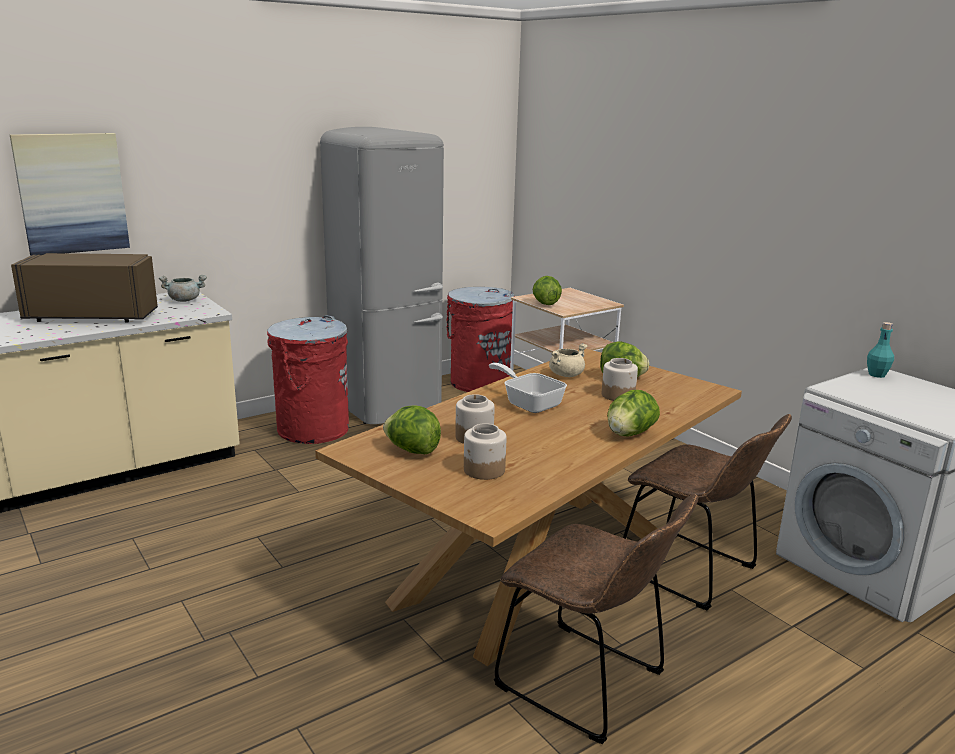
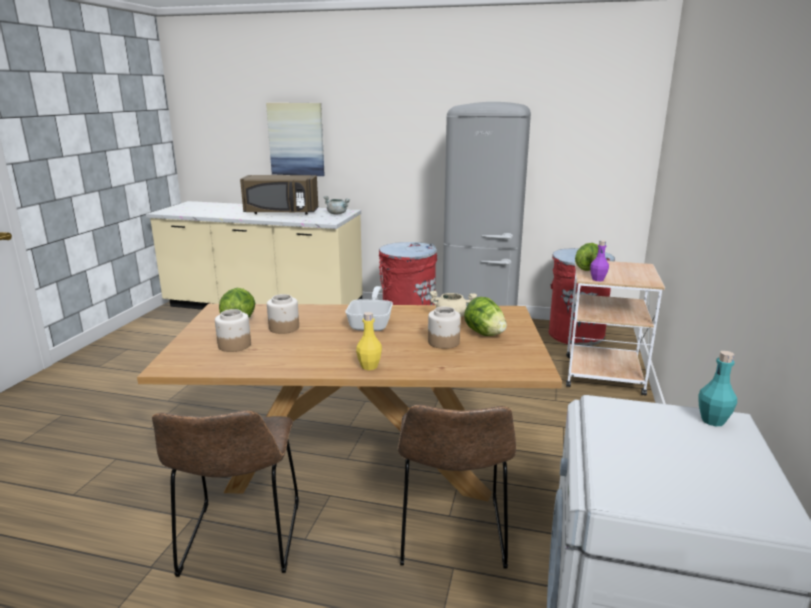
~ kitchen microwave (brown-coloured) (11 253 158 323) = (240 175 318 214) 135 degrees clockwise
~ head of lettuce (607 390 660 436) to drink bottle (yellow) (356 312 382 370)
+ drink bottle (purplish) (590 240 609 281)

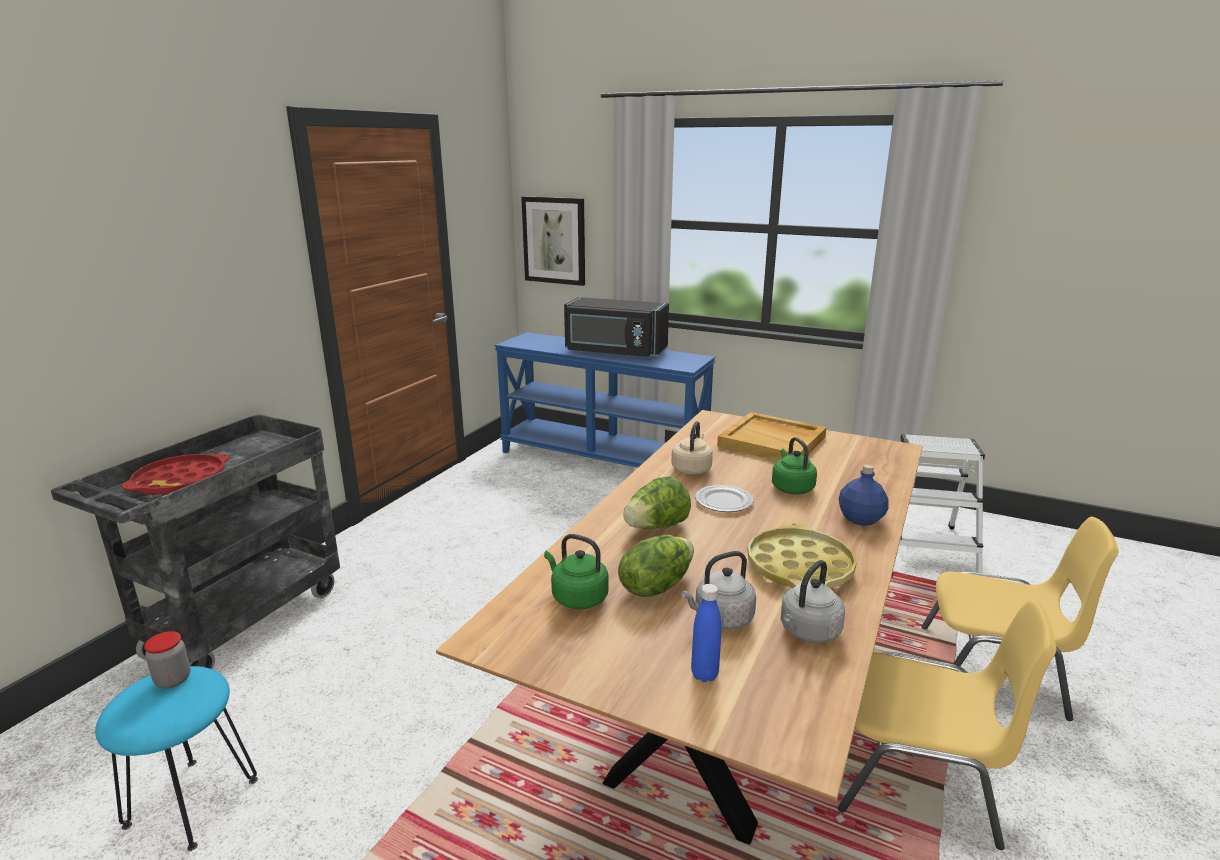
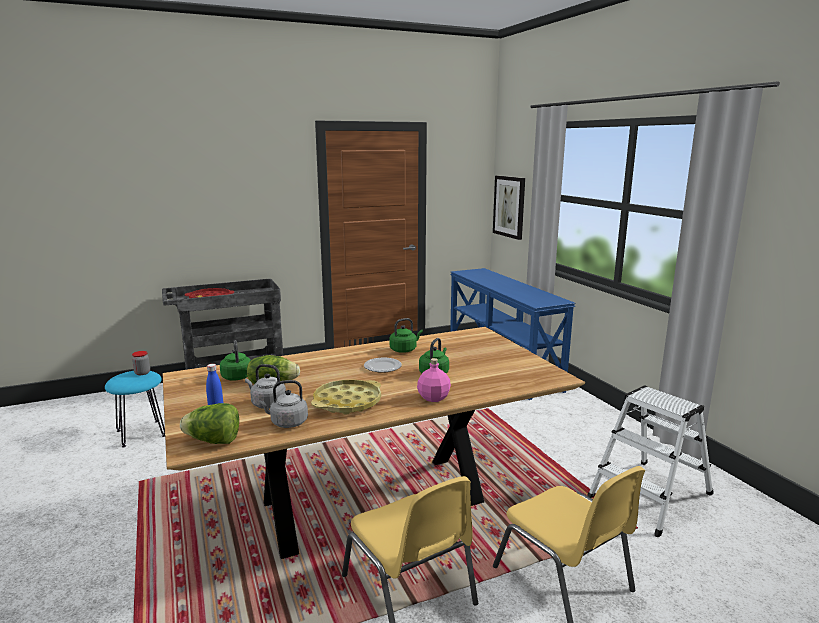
- kitchen microwave (blackish) (564 297 669 358)
- carrying tray (beige-coloured) (717 412 827 461)
~ tea kettle (beige-coloured) (671 421 713 475) to tea kettle (green-coloured) (389 318 423 353)
~ drink bottle (bluish) (839 464 889 526) to drink bottle (pink-coloured) (417 358 451 402)
~ head of lettuce (623 477 691 529) to (180 403 239 444)

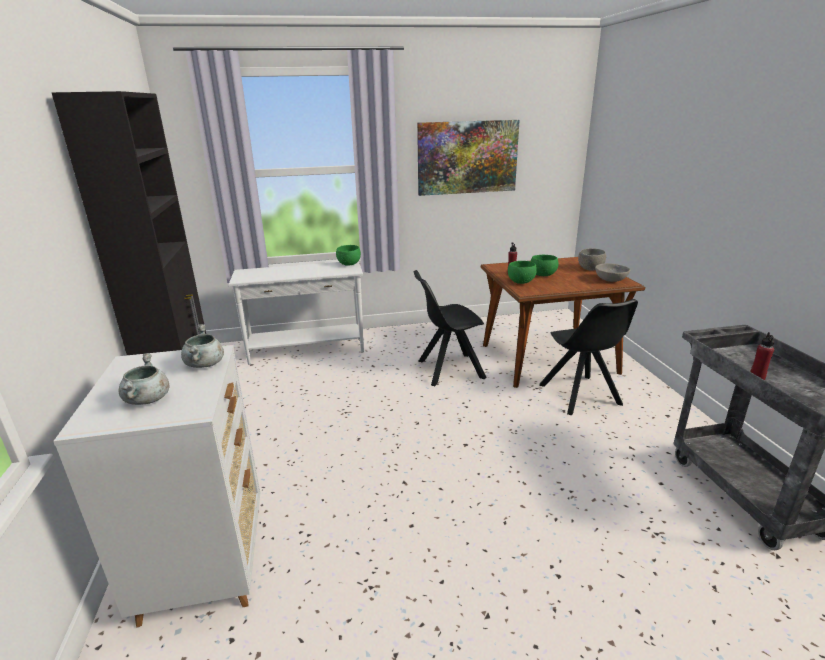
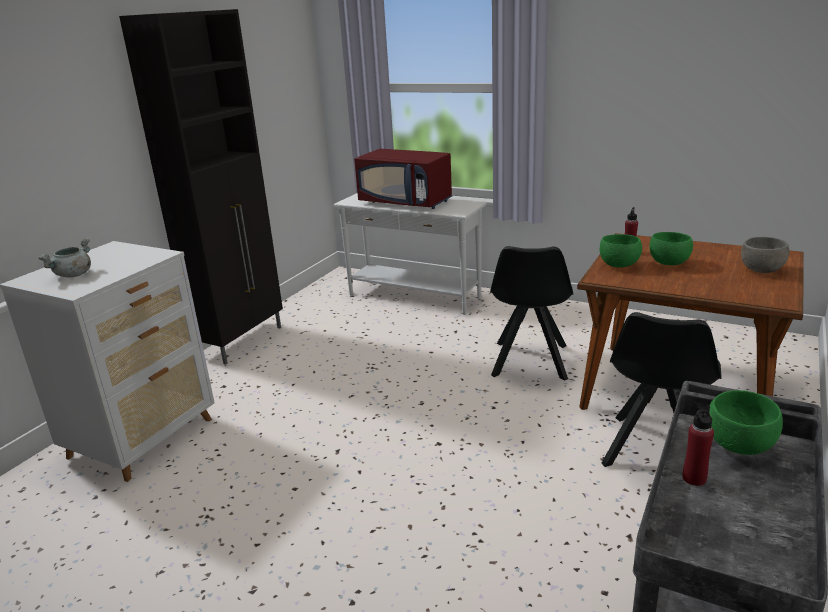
- wall art (417 120 520 196)
~ bowl (green-coloured) (336 245 361 266) to (709 390 783 455)
- bowl (greyish) (595 263 630 282)
~ plain chair (blackish) (414 270 487 386) = (490 246 573 381) 105 degrees counterclockwise
- cooking pot (greyish) (181 324 224 368)
+ kitchen microwave (reddish) (354 149 452 209)

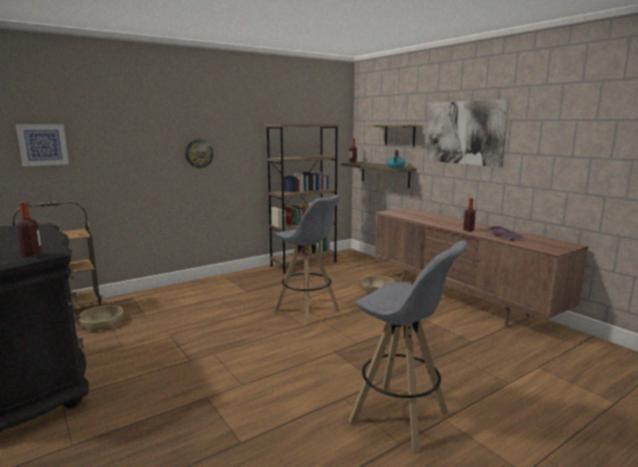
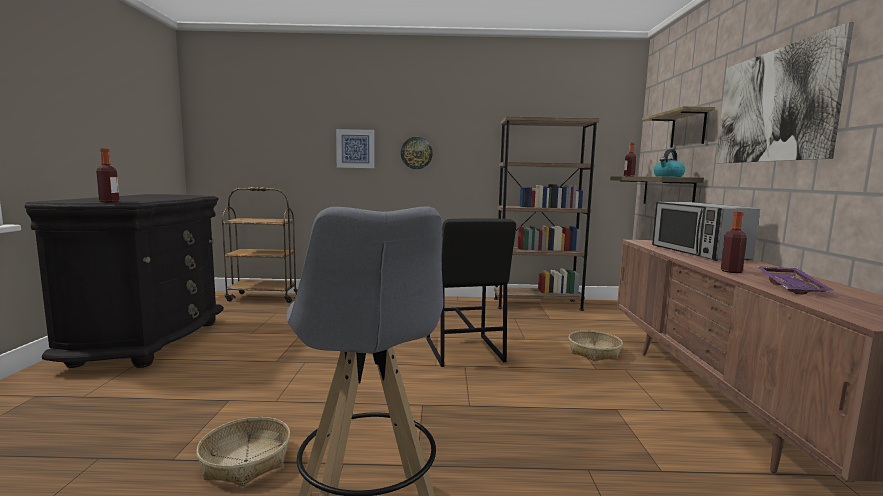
~ wall art (16 124 69 166) to (336 129 374 168)
~ sitting stool (greyish) (274 195 340 325) to plain chair (blackish) (427 218 516 367)
~ storage basket (79 305 123 332) to (196 417 290 486)
+ kitchen microwave (652 202 760 261)

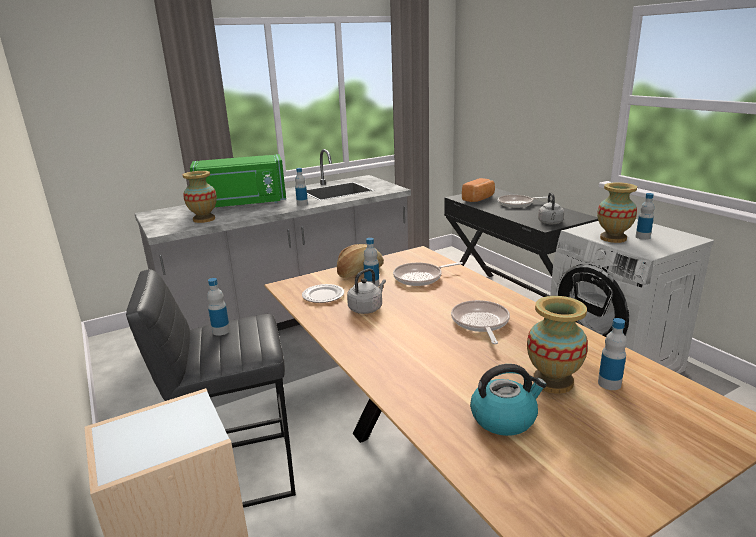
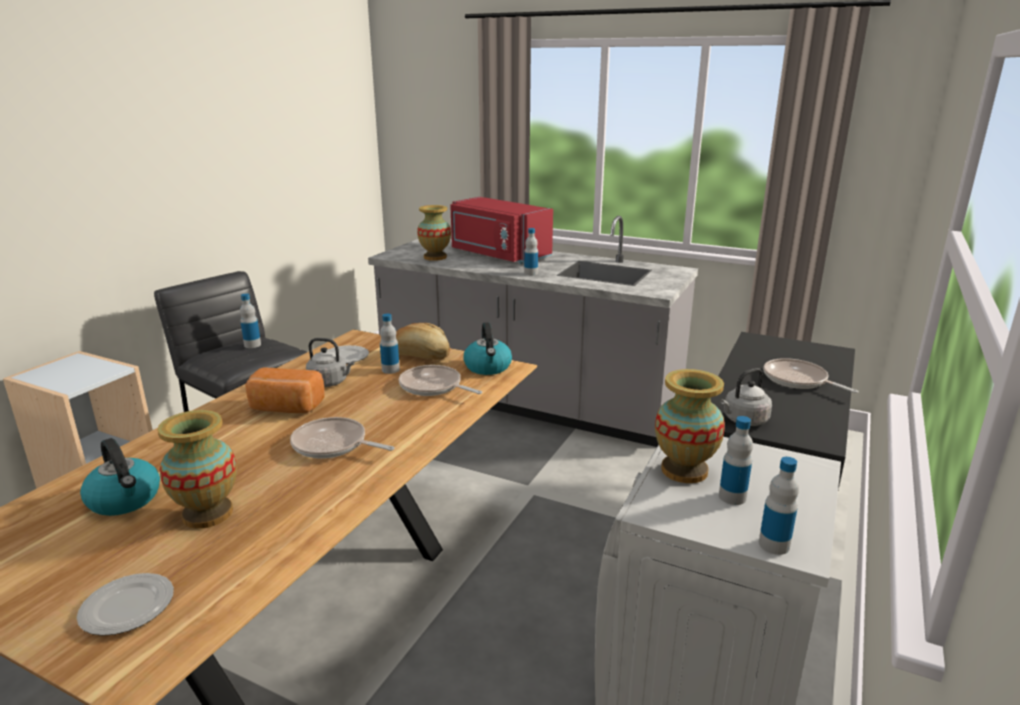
~ kitchen microwave (green-coloured) (190 154 286 207) to kitchen microwave (reddish) (450 197 553 264)
~ bread (462 178 495 202) to (245 367 325 413)
~ skillet (451 300 510 344) = (290 417 395 459) 120 degrees counterclockwise
~ drink bottle (598 318 627 390) to (759 457 799 555)
+ tea kettle (463 322 512 375)
+ plate (77 573 174 636)

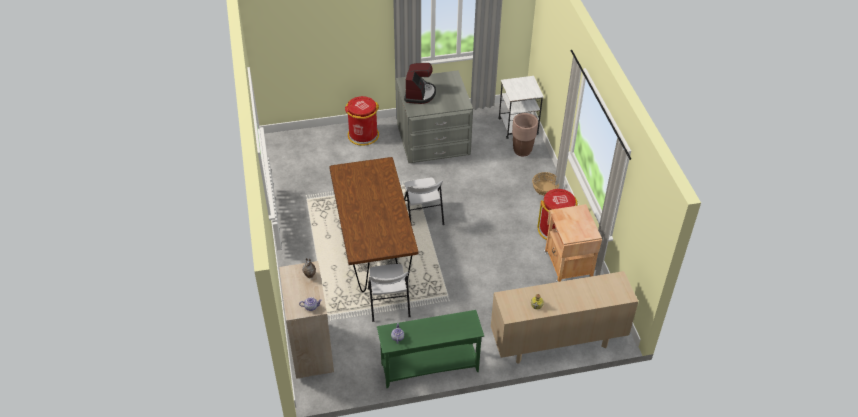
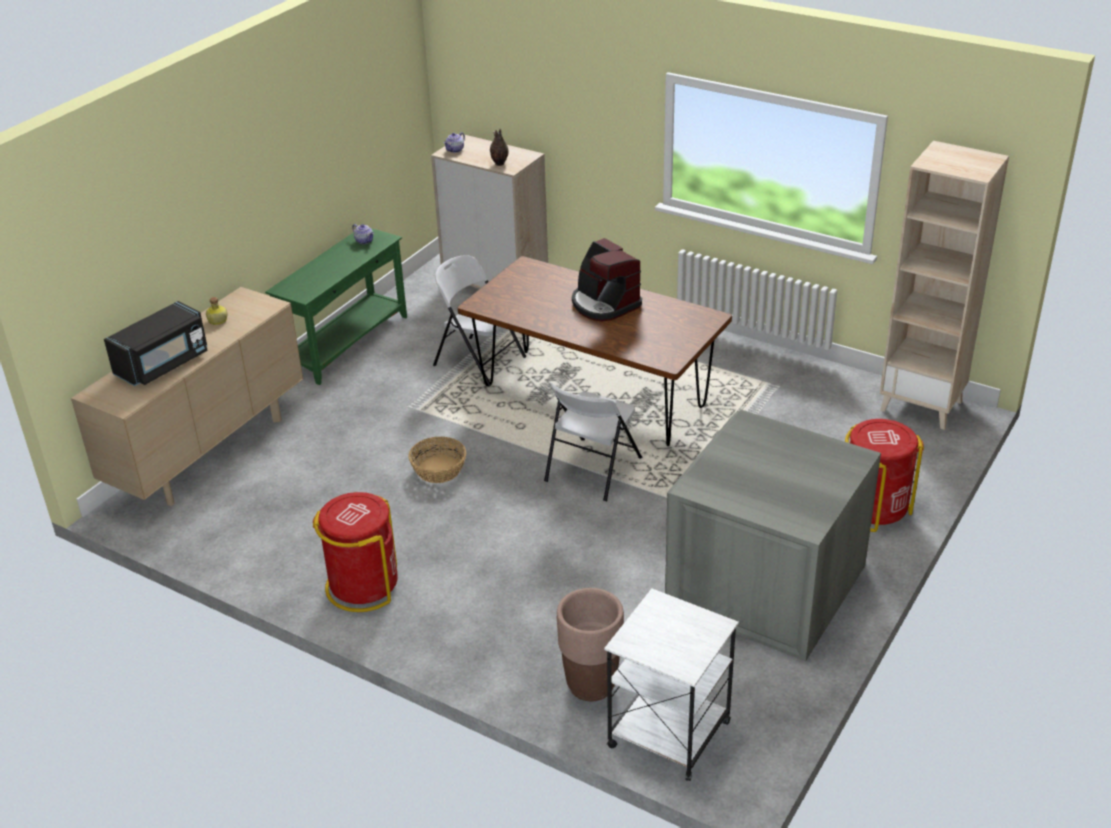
~ coffee maker (404 63 436 104) to (572 238 642 321)
~ storage basket (532 172 559 196) to (409 437 466 483)
~ plain chair (white-coloured) (404 178 445 225) = (544 382 643 501) 90 degrees counterclockwise
- trolley (brown-coloured) (544 204 602 282)
+ bookcase (beige-coloured) (880 141 1009 430)
+ kitchen microwave (blackish) (104 301 207 386)

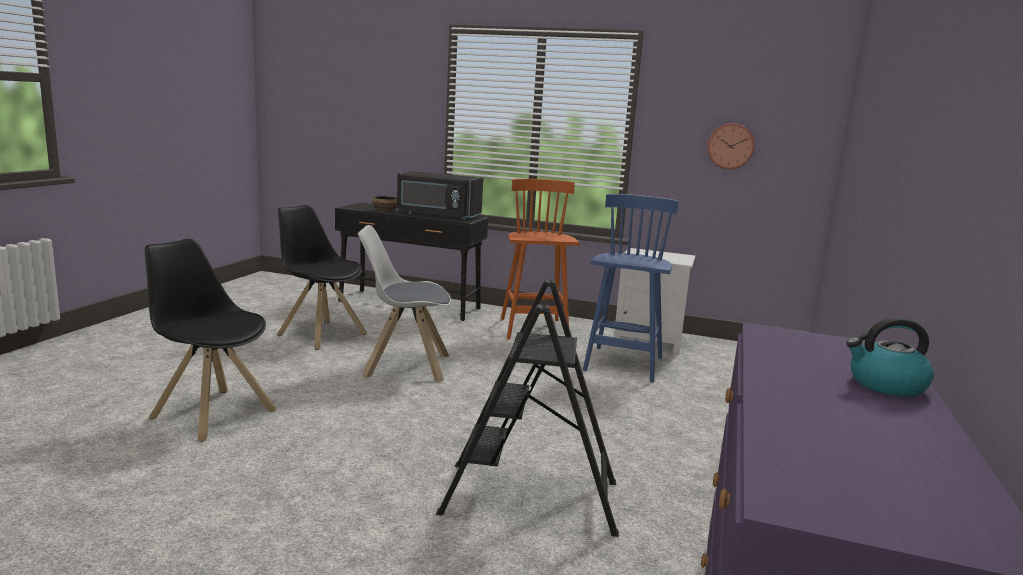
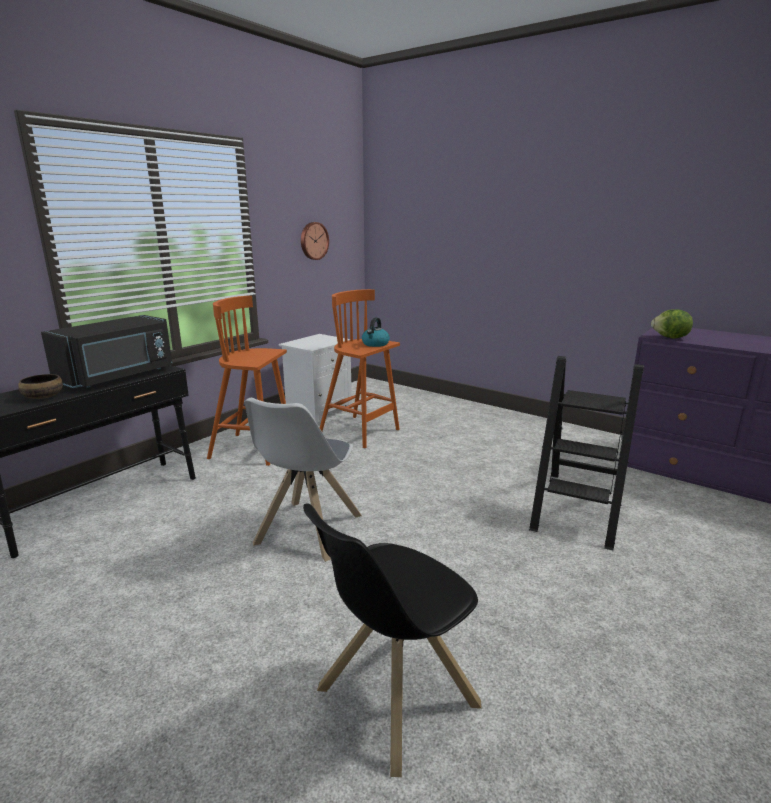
~ sitting stool (bluish) (583 194 678 383) to sitting stool (orange) (320 289 400 448)
- plain chair (blackish) (277 205 367 350)
~ tea kettle (846 317 934 397) to (362 318 390 347)
+ head of lettuce (651 309 693 339)

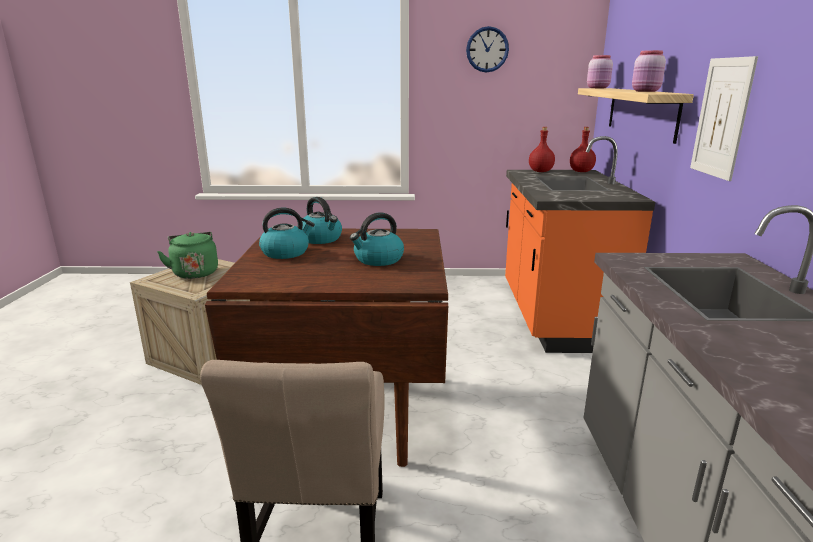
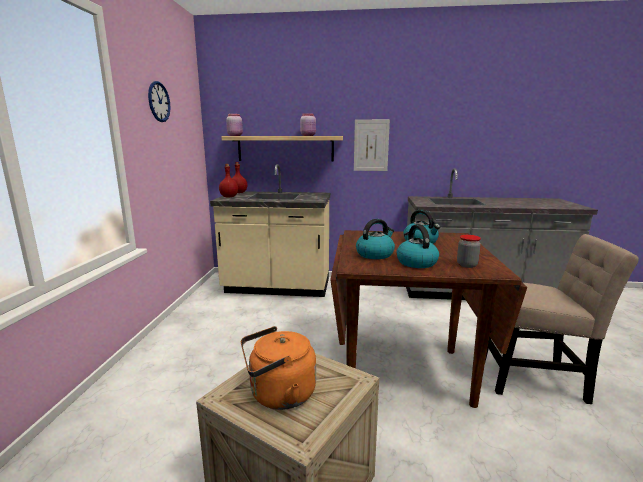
~ counter (orange) (505 136 655 353) to counter (beige-coloured) (210 164 330 297)
~ tea kettle (green-coloured) (157 232 218 279) to tea kettle (orange) (241 326 316 410)
+ preserve jar (457 235 481 268)

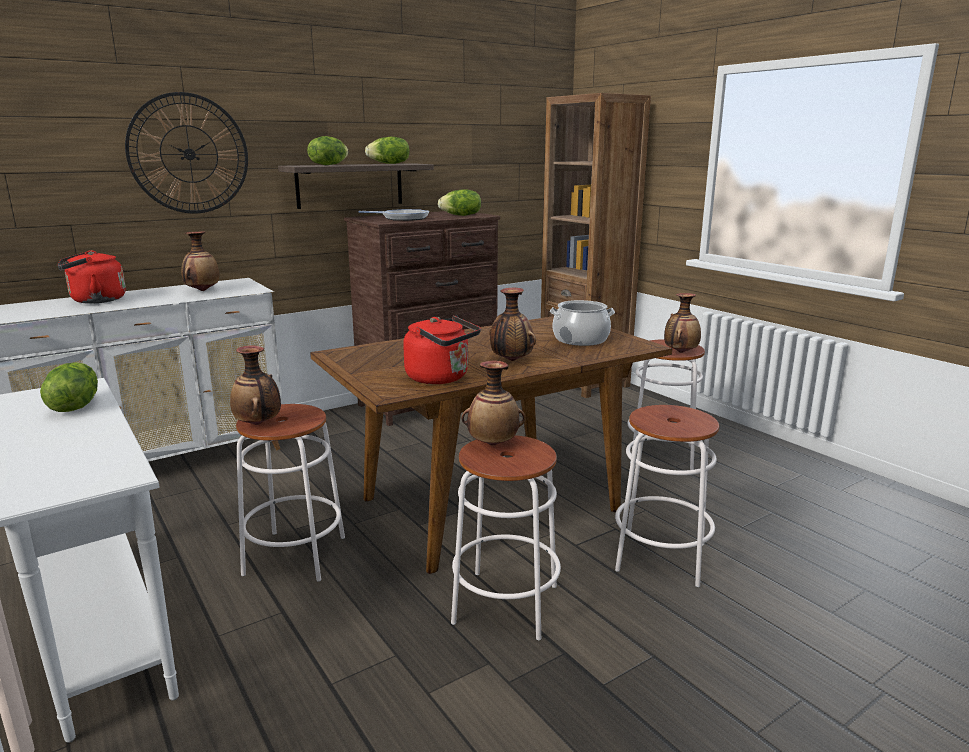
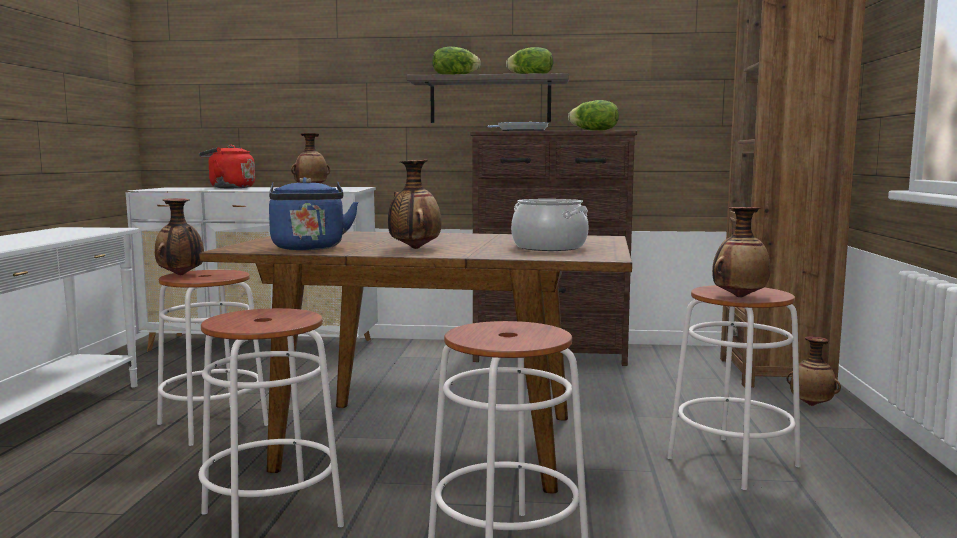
- hanging clock (125 92 248 213)
~ tea kettle (reddish) (403 316 481 384) to tea kettle (bluish) (269 177 358 250)
~ flower vase (462 361 526 446) to (787 336 841 406)
- head of lettuce (40 362 98 412)

